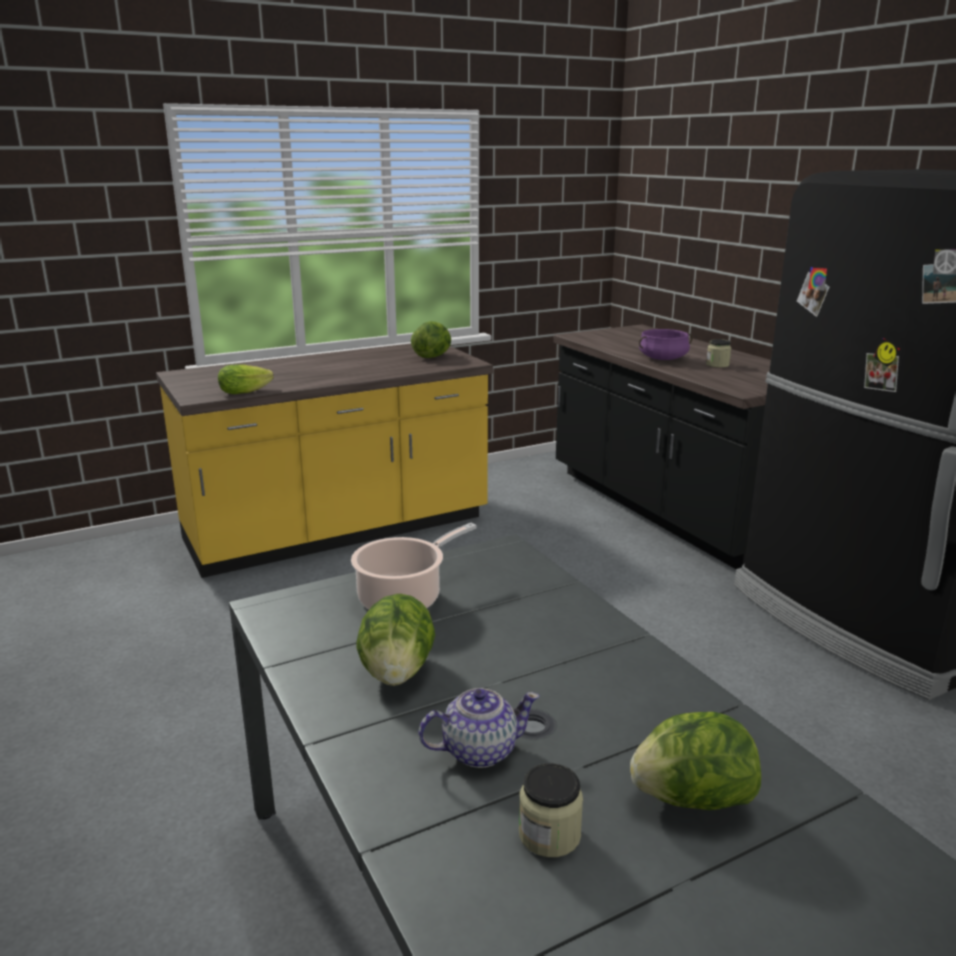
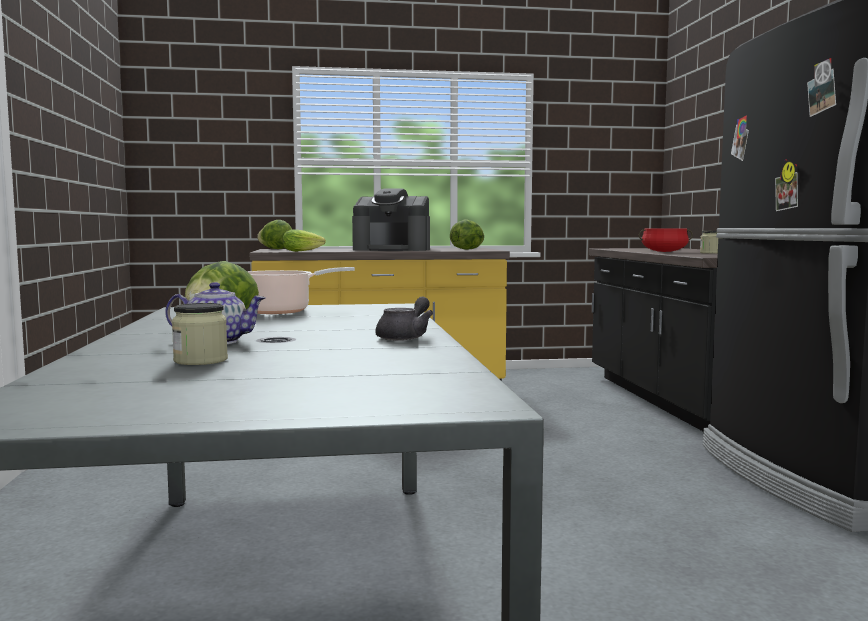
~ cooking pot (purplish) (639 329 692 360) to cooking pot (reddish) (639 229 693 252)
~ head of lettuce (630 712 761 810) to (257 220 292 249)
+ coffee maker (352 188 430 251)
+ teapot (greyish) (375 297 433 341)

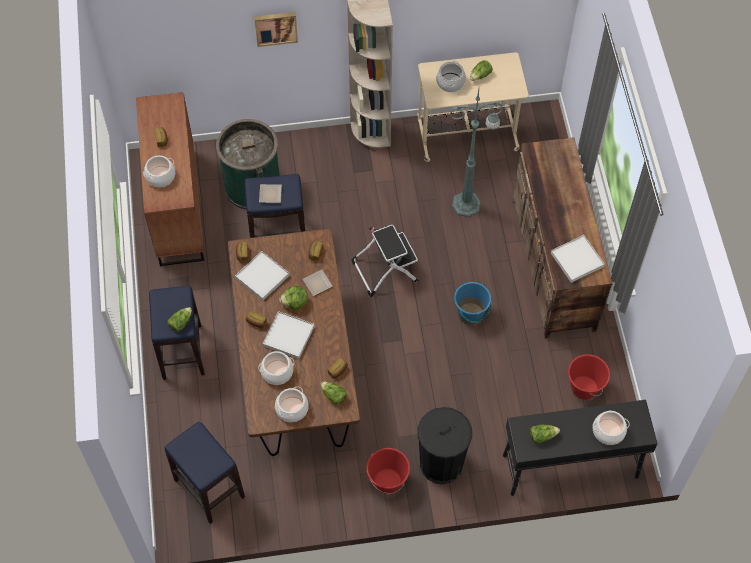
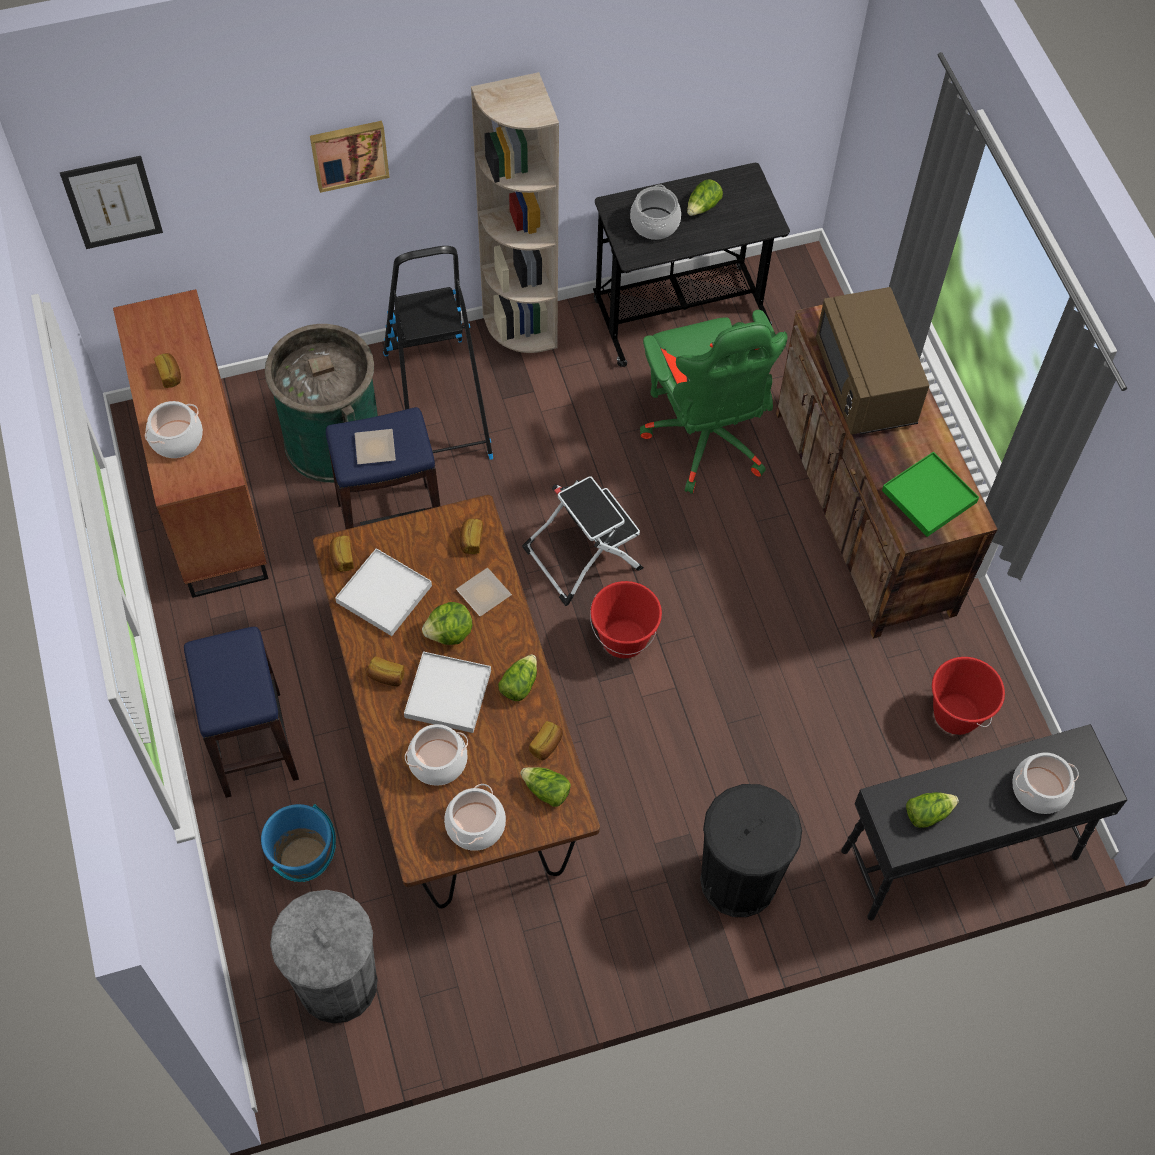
~ desk (beige-coloured) (417 52 529 162) to desk (blackish) (593 163 790 367)
~ floor lamp (green-coloured) (449 89 503 217) to office chair (green-coloured) (640 310 787 494)
~ carrying tray (white-coloured) (551 235 605 283) to carrying tray (green-coloured) (882 452 979 537)
~ water bucket (bluish) (454 282 491 325) to (261 804 336 882)
~ head of lettuce (168 307 192 332) to (498 654 537 701)
~ sitting stool (165 422 245 524) to waste bin (greyish) (270 890 378 1023)
~ water bucket (reddish) (366 448 410 494) to (590 581 662 658)
+ wall art (60 156 163 249)
+ step ladder (blackish) (383 246 493 460)
+ kitchen microwave (brown-coloured) (816 287 929 434)

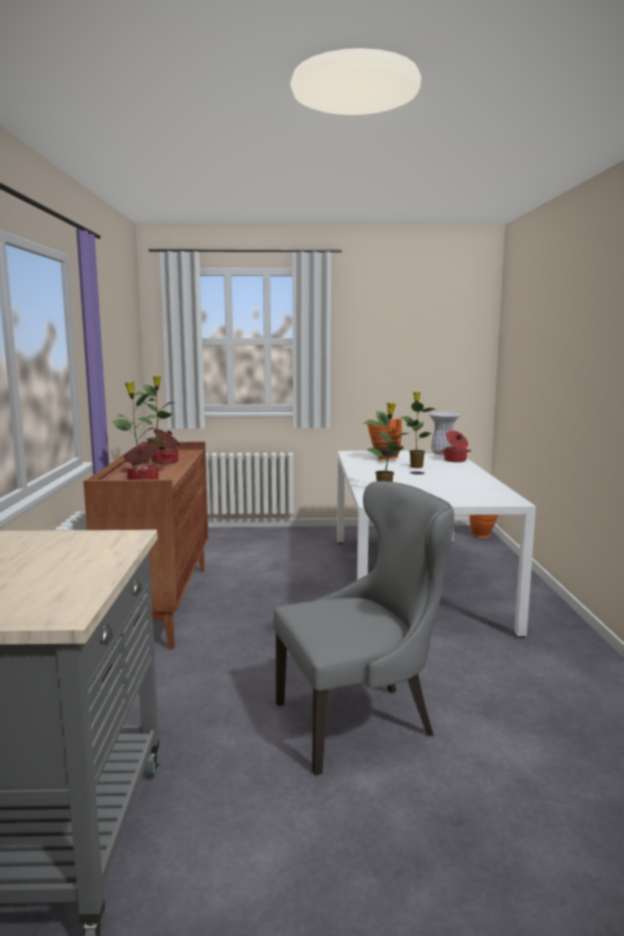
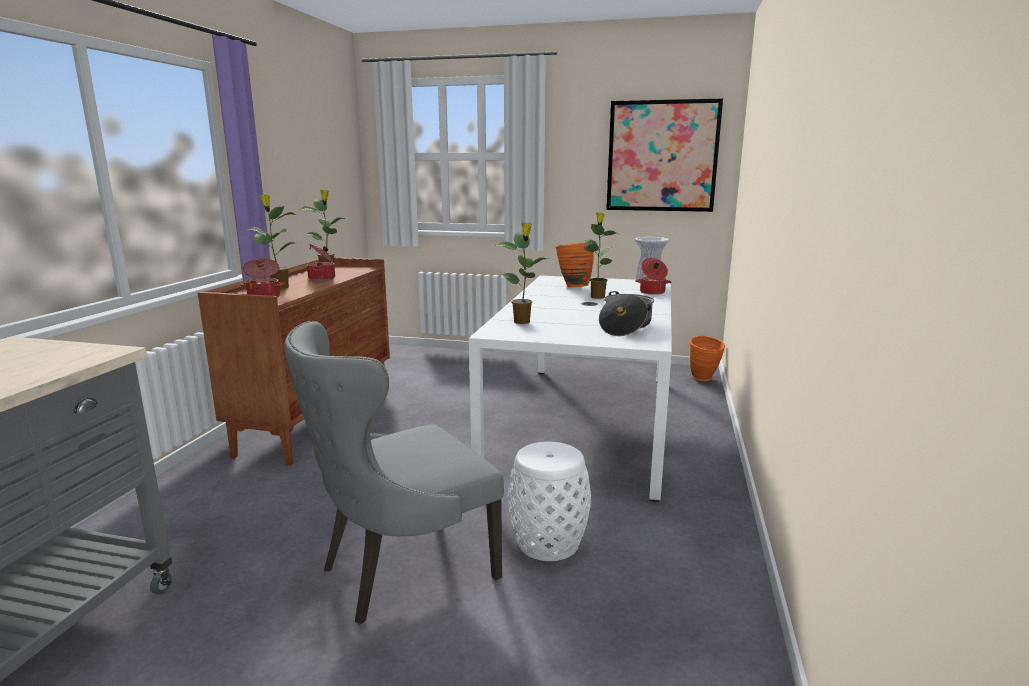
~ plain chair (greyish) (273 481 454 776) = (284 321 504 624) 150 degrees clockwise
+ wall art (606 98 723 212)
+ cooking pot (599 291 654 336)
+ sitting stool (white-coloured) (508 442 591 561)

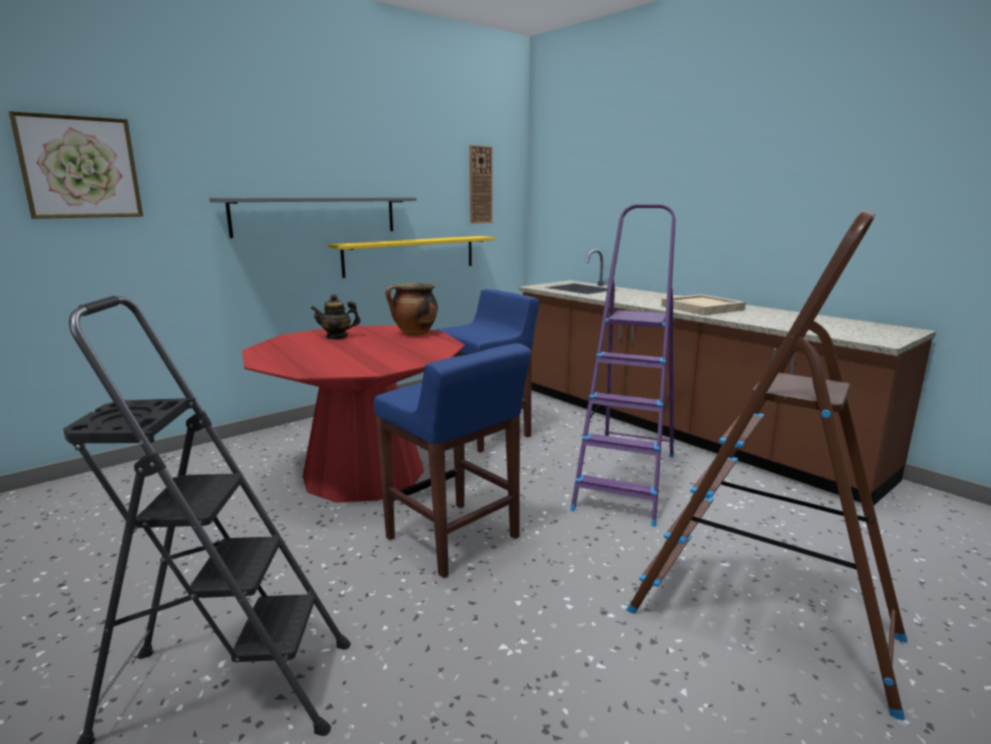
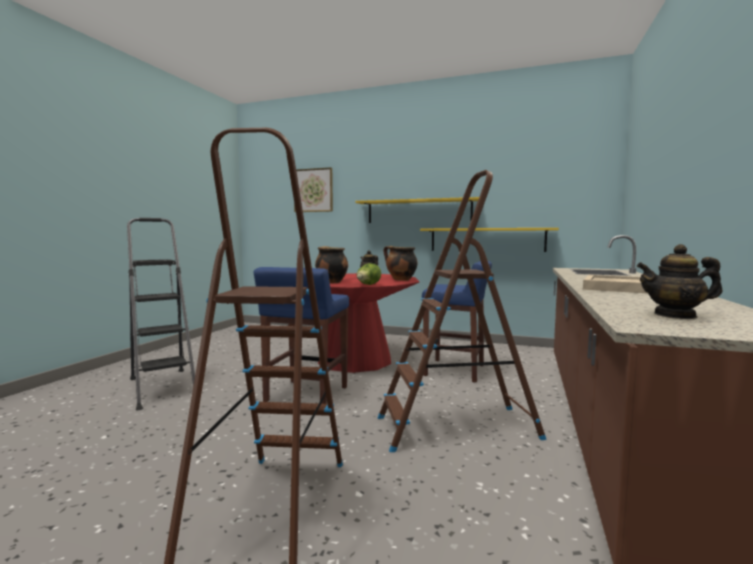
- hanging clock (469 145 493 224)
~ wall shelf (greyish) (209 197 417 238) to wall shelf (yellow) (355 197 479 223)
~ step ladder (purplish) (571 204 676 527) to step ladder (brown-coloured) (378 170 547 452)
+ teapot (637 244 722 319)
+ cooking pot (315 246 348 283)
+ head of lettuce (357 263 381 285)

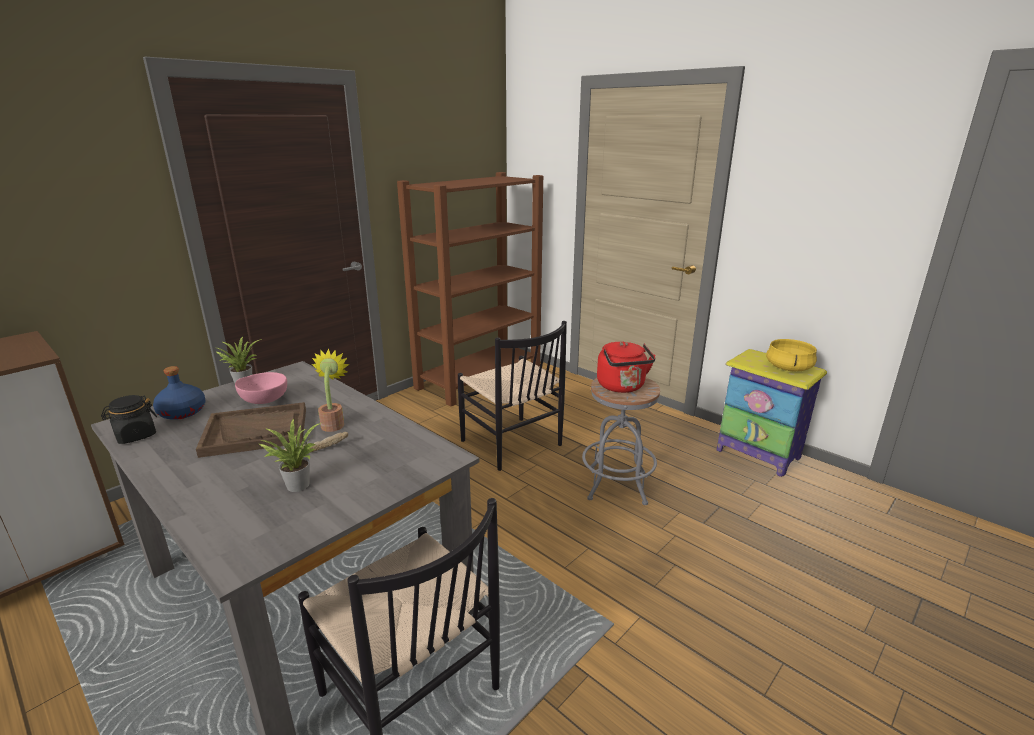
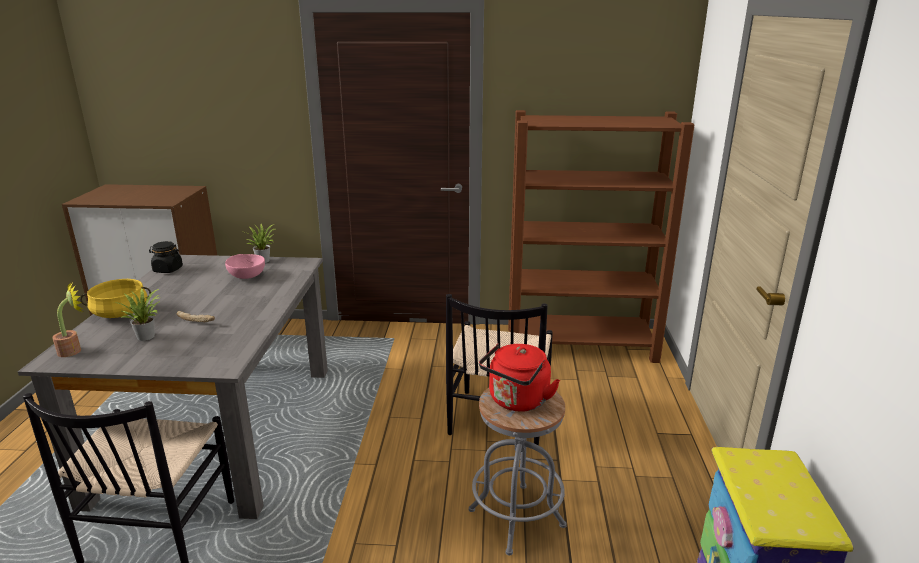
~ cooking pot (yellow) (766 339 817 371) to (80 279 151 318)
~ houseplant (312 348 350 432) to (52 283 82 357)
- drink bottle (bluish) (153 366 206 420)
- carrying tray (brown-coloured) (196 402 306 458)

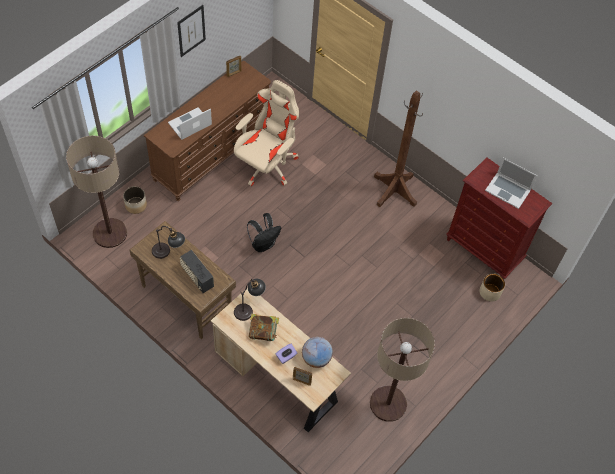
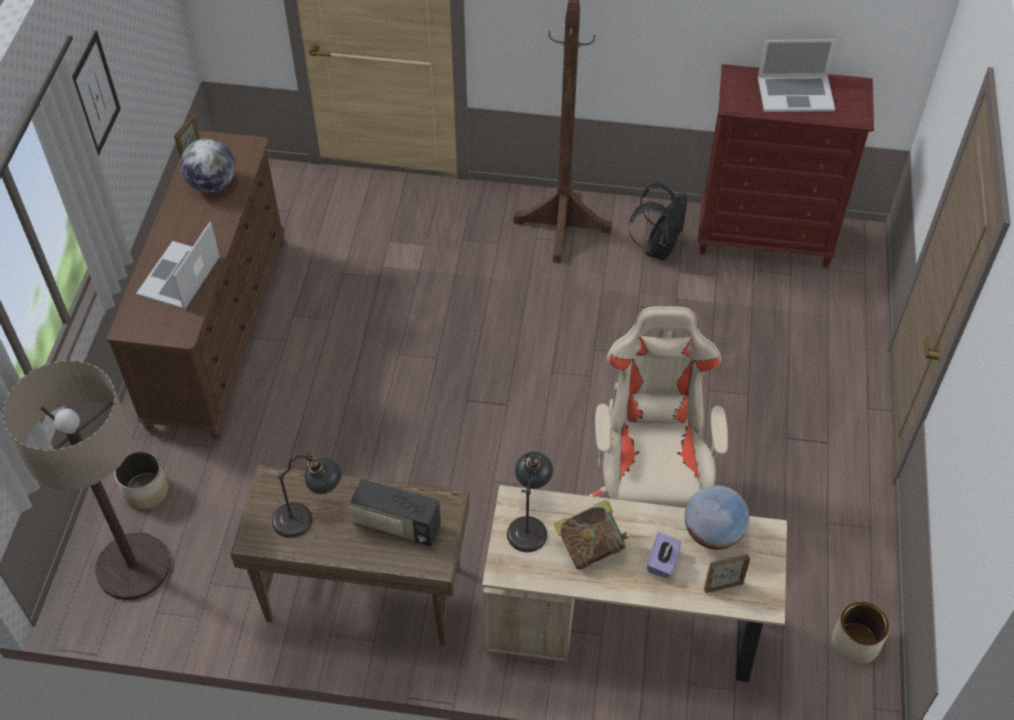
~ office chair (beige-coloured) (234 80 299 186) to (588 306 728 507)
~ rucksack (blackish) (247 213 281 252) to (628 182 687 260)
~ plant pot (beige-coloured) (480 274 505 302) to (832 602 890 664)
- floor lamp (370 318 435 422)
+ globe (180 138 235 193)

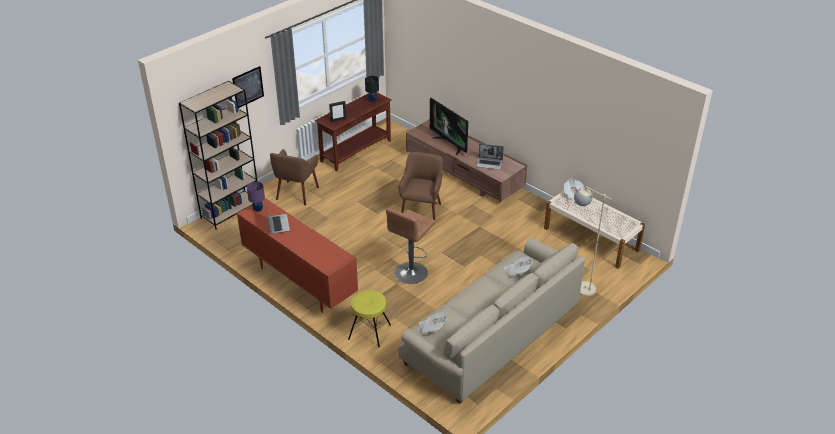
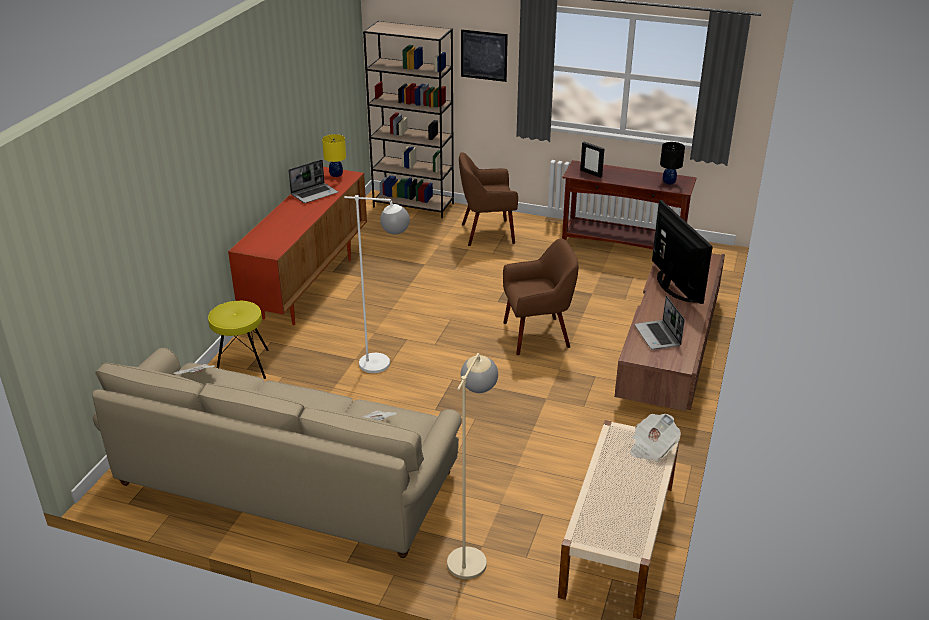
~ television (430 98 468 155) = (652 200 713 304) 135 degrees clockwise
~ tabletop lamp (purplish) (247 182 265 212) to tabletop lamp (yellow) (322 134 346 177)
~ sitting stool (brown-coloured) (386 208 436 284) to floor lamp (white-coloured) (344 195 410 373)

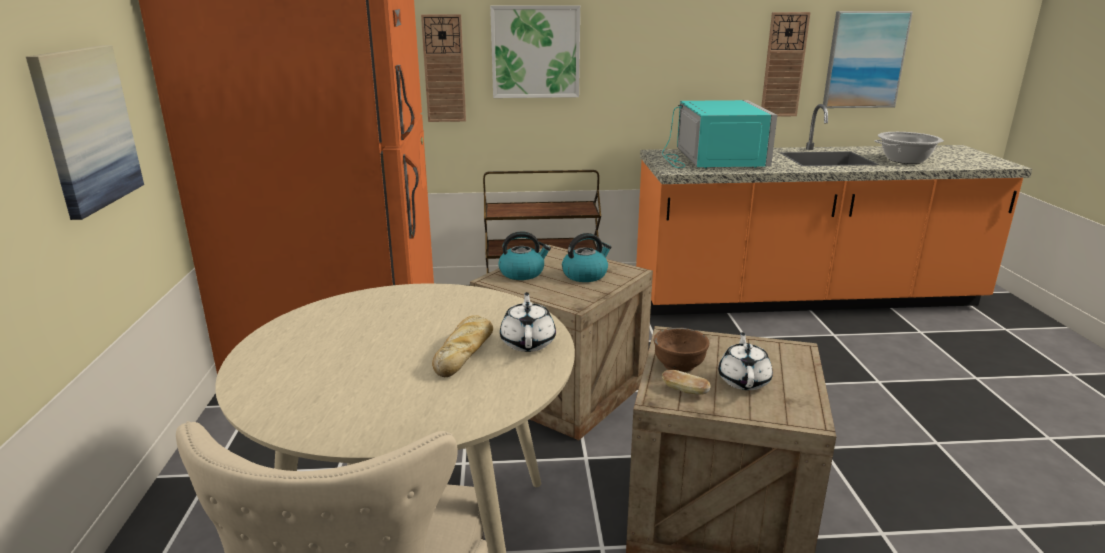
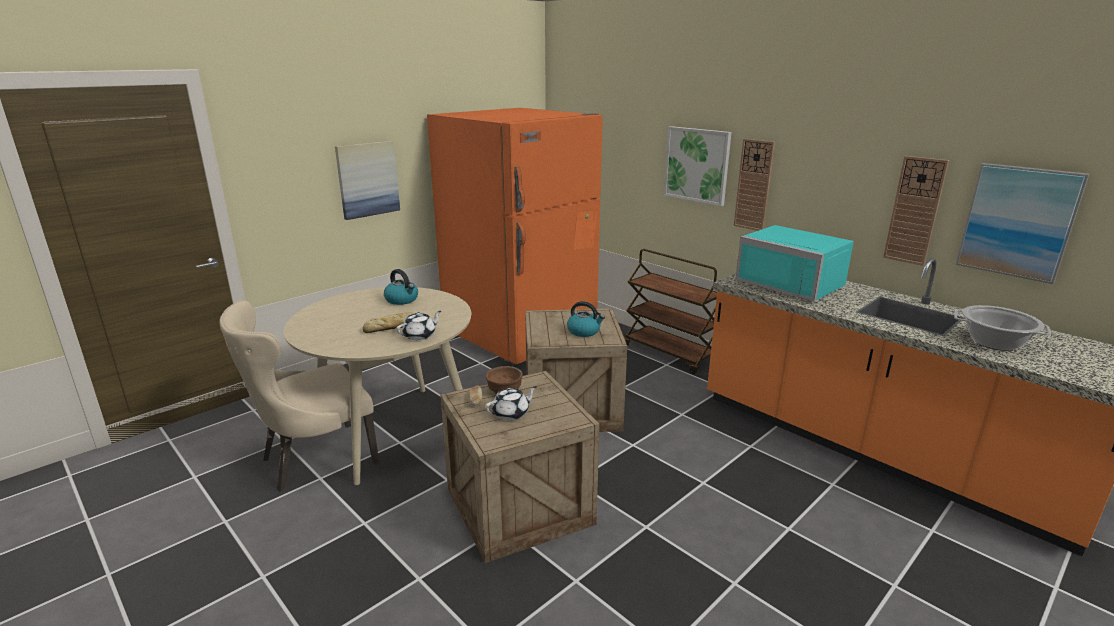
~ hanging clock (421 14 466 122) to (734 139 775 231)
~ kitchen microwave (turquoise) (662 100 777 168) = (735 225 854 302) 90 degrees clockwise
~ tea kettle (498 231 551 280) to (384 269 418 305)

